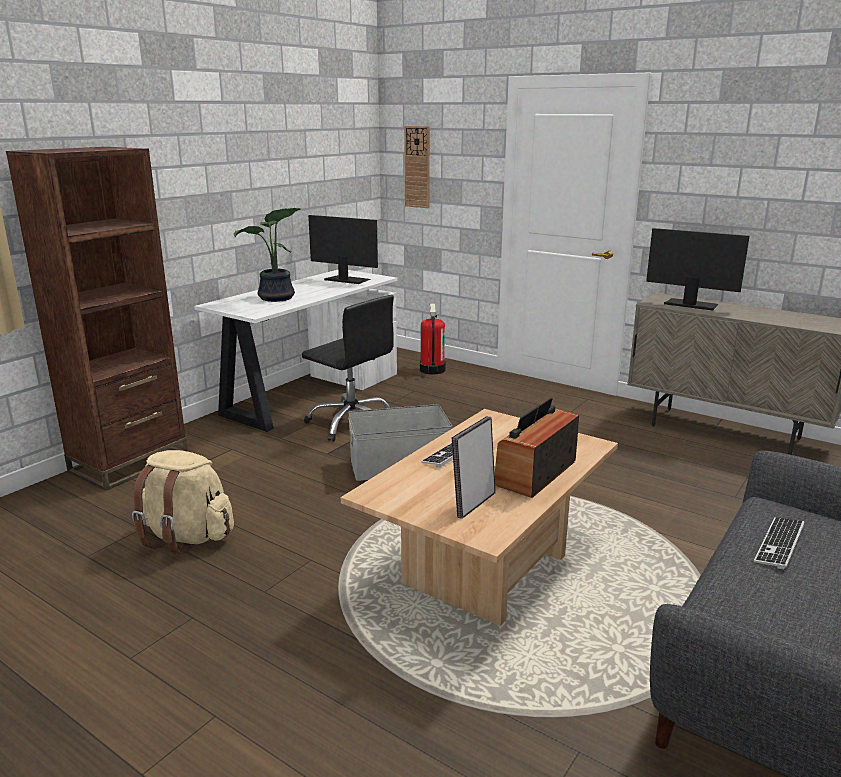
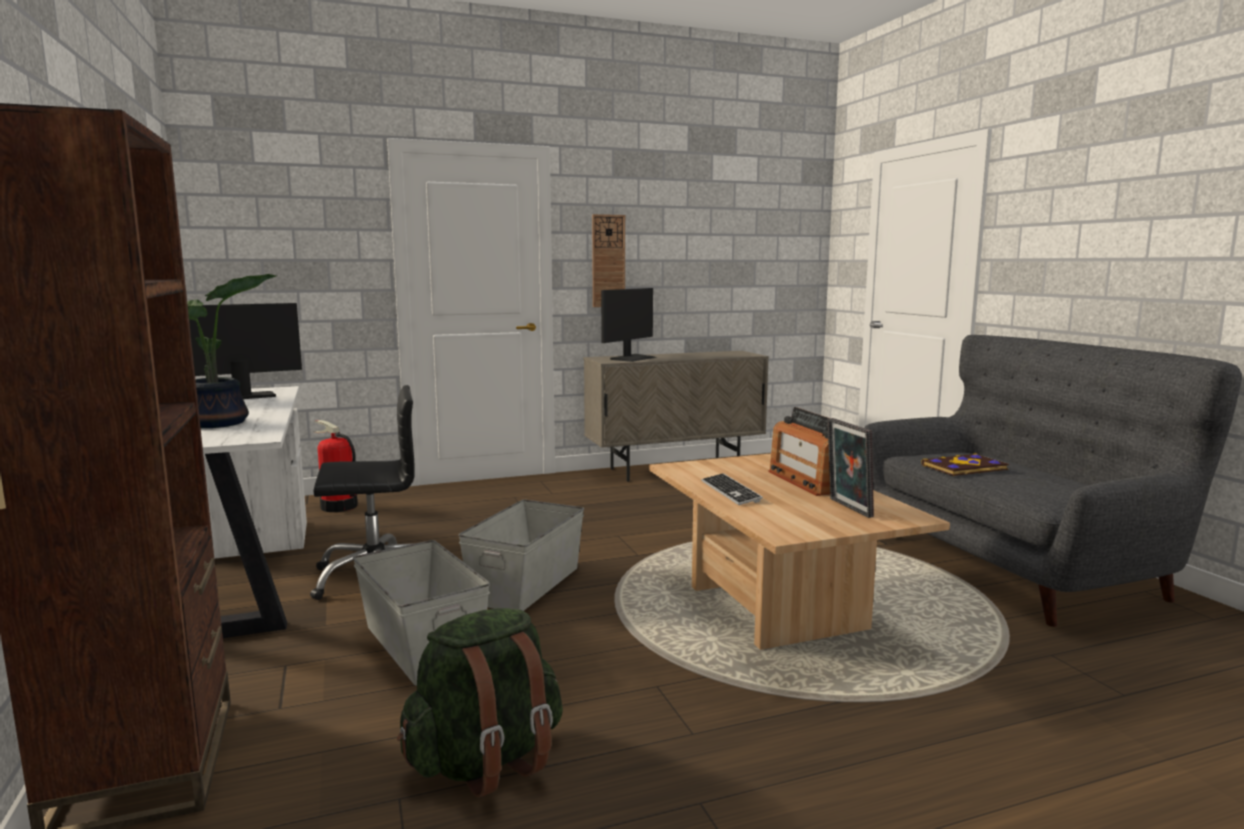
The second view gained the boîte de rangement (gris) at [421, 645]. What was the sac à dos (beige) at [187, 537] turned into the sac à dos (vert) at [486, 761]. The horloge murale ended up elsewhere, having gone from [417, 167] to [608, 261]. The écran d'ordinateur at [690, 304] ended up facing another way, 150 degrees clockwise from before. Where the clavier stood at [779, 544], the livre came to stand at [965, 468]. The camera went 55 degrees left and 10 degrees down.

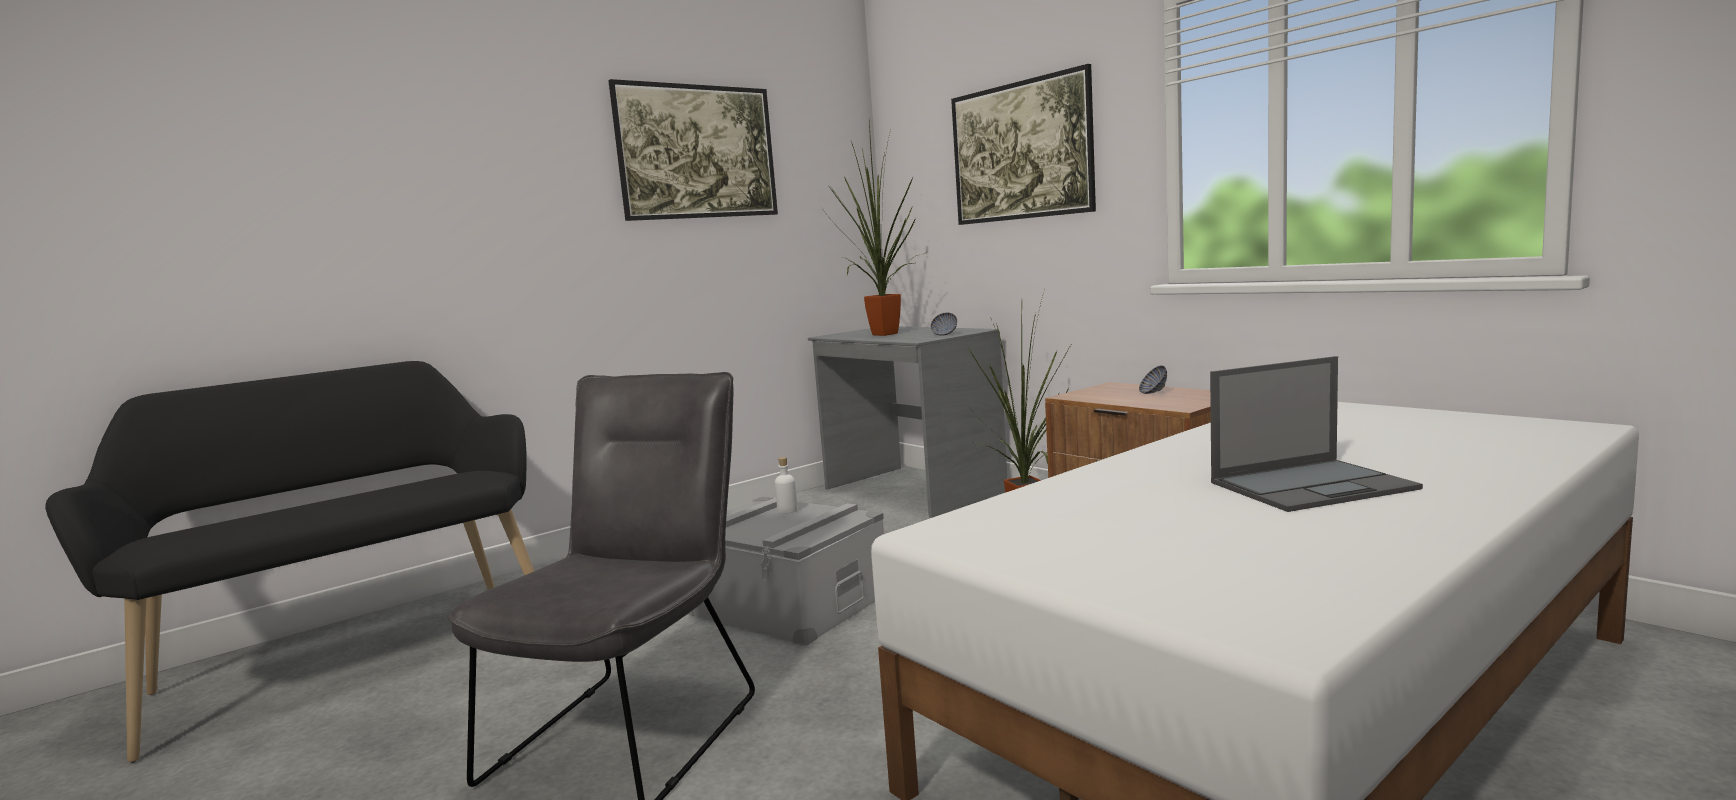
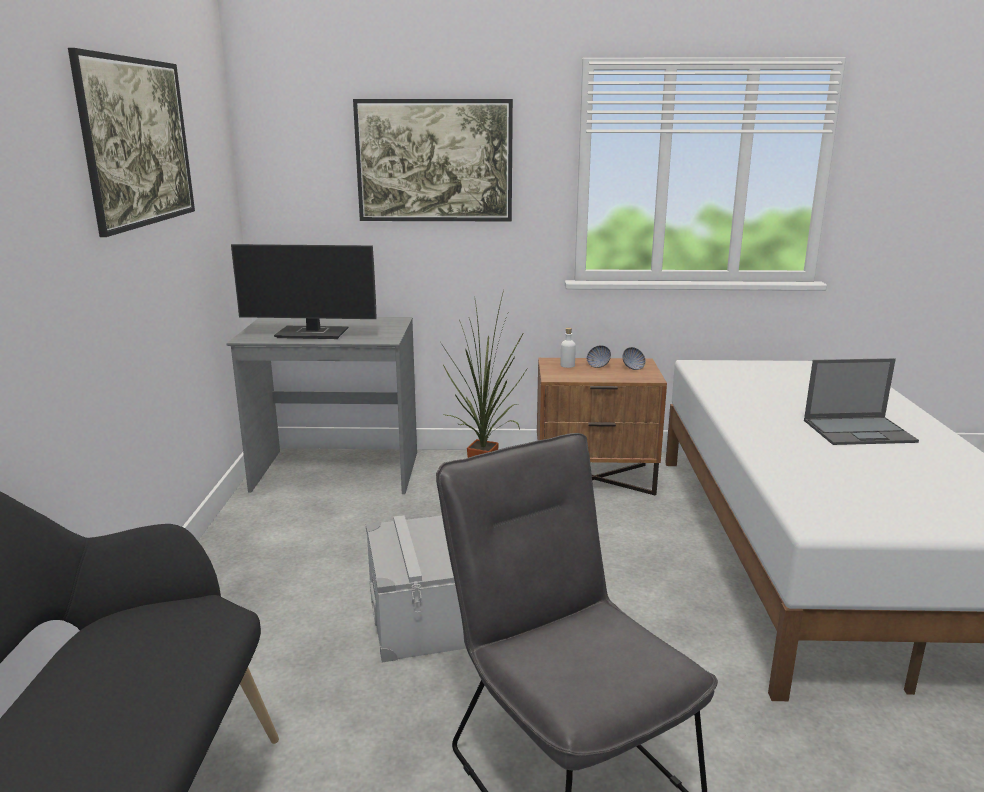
Where the plante en pot stood at [880, 335], the écran d'ordinateur came to stand at [313, 333]. The bouteille (blanc) ended up elsewhere, having gone from [787, 510] to [567, 365]. The bol ended up elsewhere, having gone from [944, 334] to [633, 368]. The ordinateur portable at [1313, 485] ended up facing another way, 60 degrees clockwise from before. The camera went 50 degrees left and 10 degrees up.

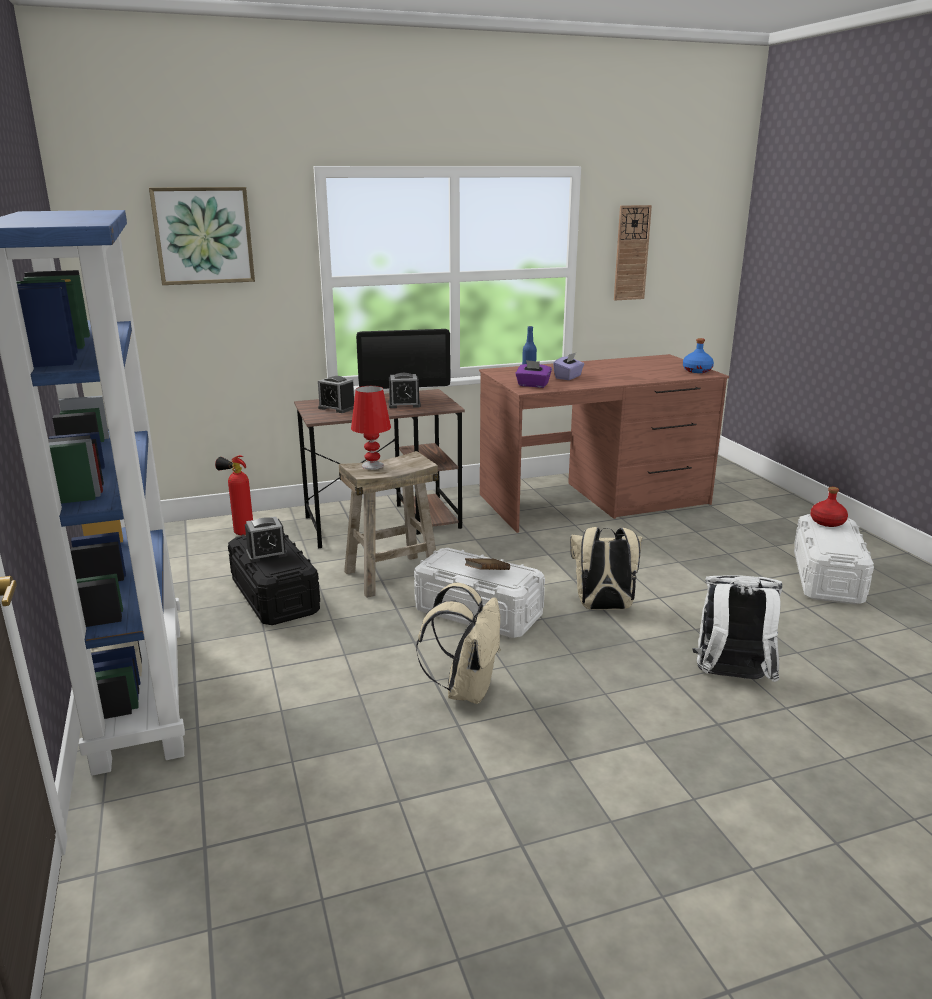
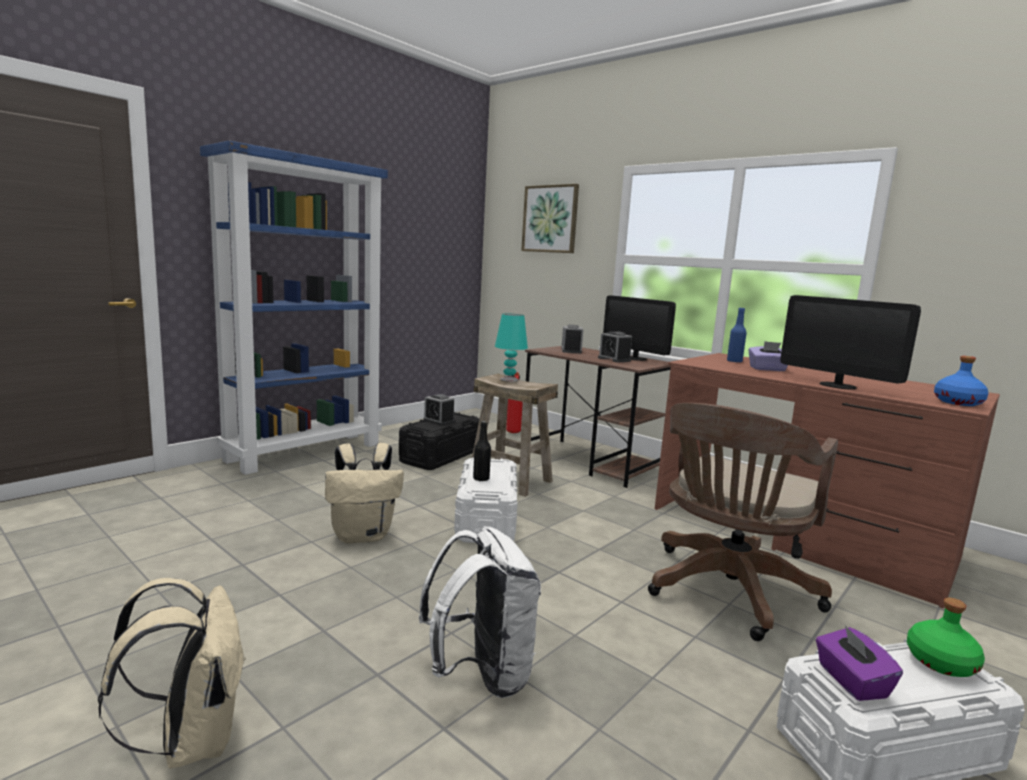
The sac à dos (beige) ended up elsewhere, having gone from [603, 607] to [192, 739]. Where the livre (marron) stood at [487, 574], the bouteille (noir) came to stand at [481, 479]. What was the lampe de table (rouge) at [372, 465] turned into the lampe de table (turquoise) at [509, 379]. The second view gained the chaise de bureau (marron) at [727, 593]. The second view gained the écran d'ordinateur at [837, 386]. The boîte à mouchoirs (violet) ended up elsewhere, having gone from [533, 385] to [851, 681]. What was the bouteille (rouge) at [827, 522] turned into the bouteille (vert) at [940, 662]. The second view lost the horloge murale at [631, 253]. The camera went 60 degrees right and 10 degrees down.

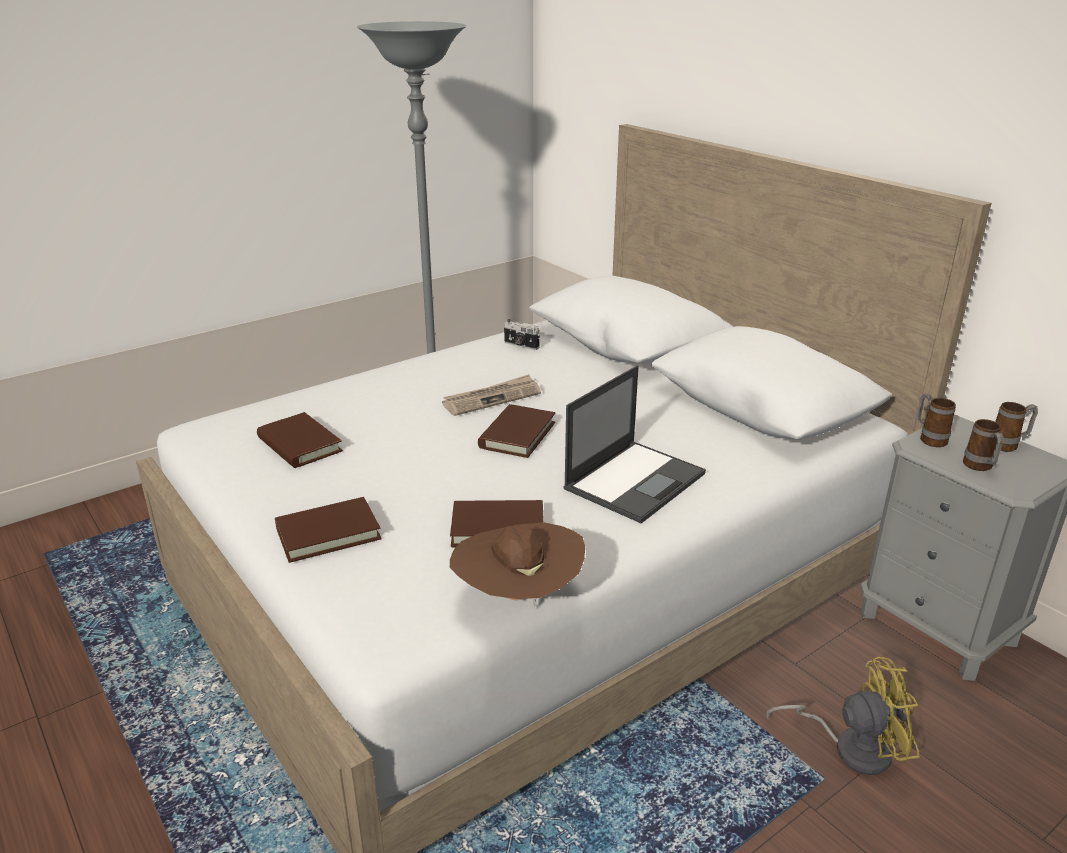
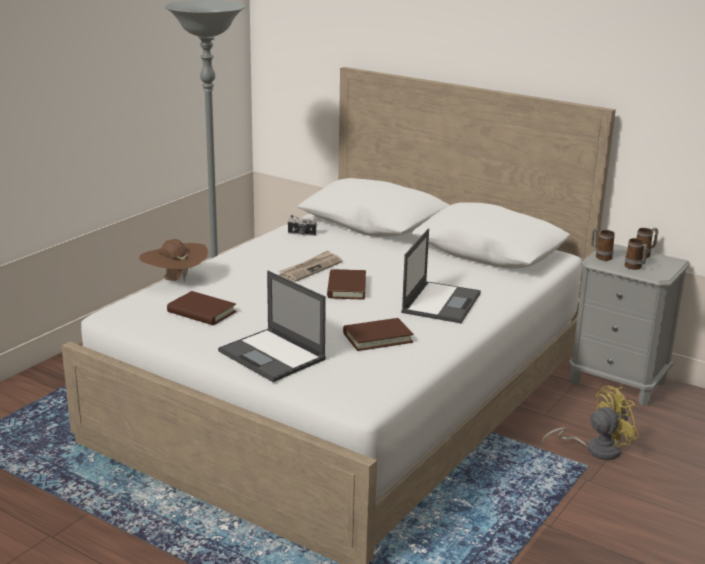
The chapeau (marron) ended up elsewhere, having gone from [518, 598] to [175, 280]. Where the livre (marron) stood at [328, 533], the ordinateur portable came to stand at [273, 355]. The camera went 20 degrees left and 5 degrees down.

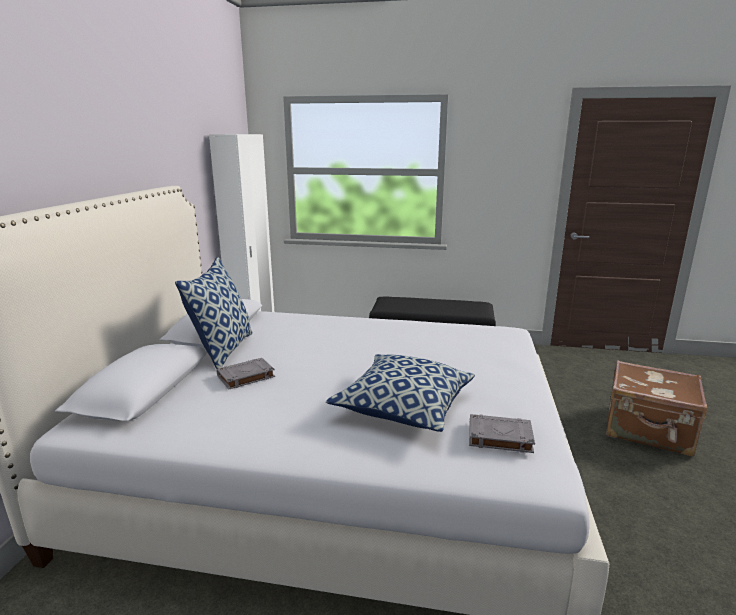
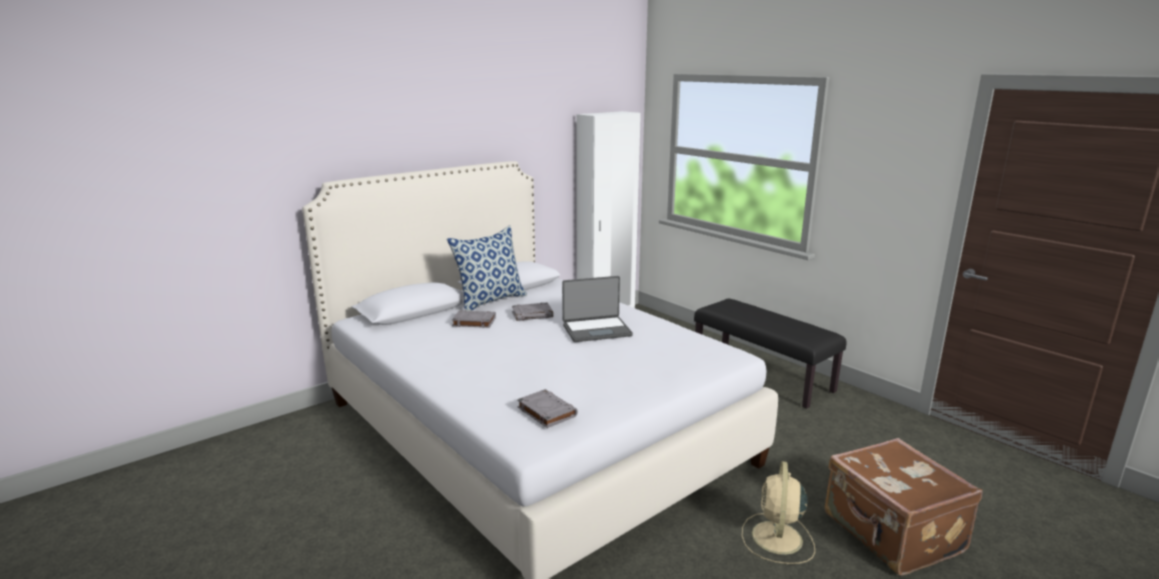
The second view gained the livre (gris) at [532, 314]. The second view gained the ordinateur portable at [596, 330]. The second view gained the ventilateur (beige) at [777, 539]. The second view lost the coussin at [403, 406]. The camera went 40 degrees right and 0 degrees up.

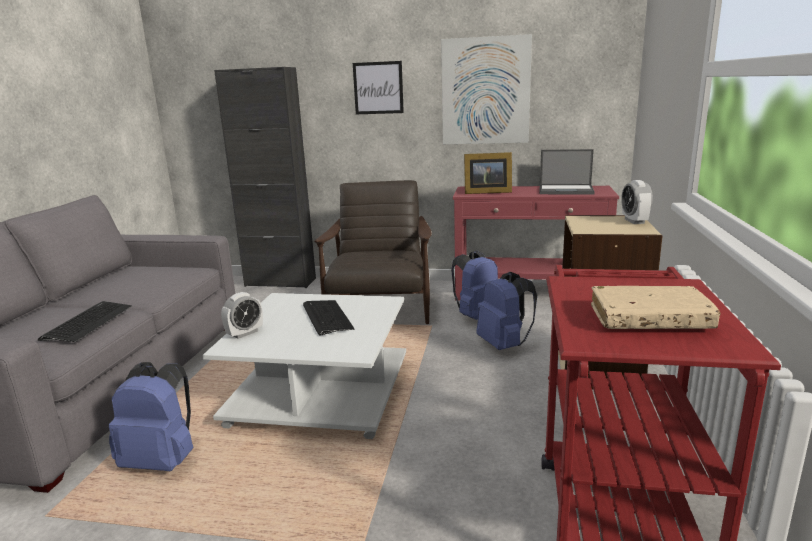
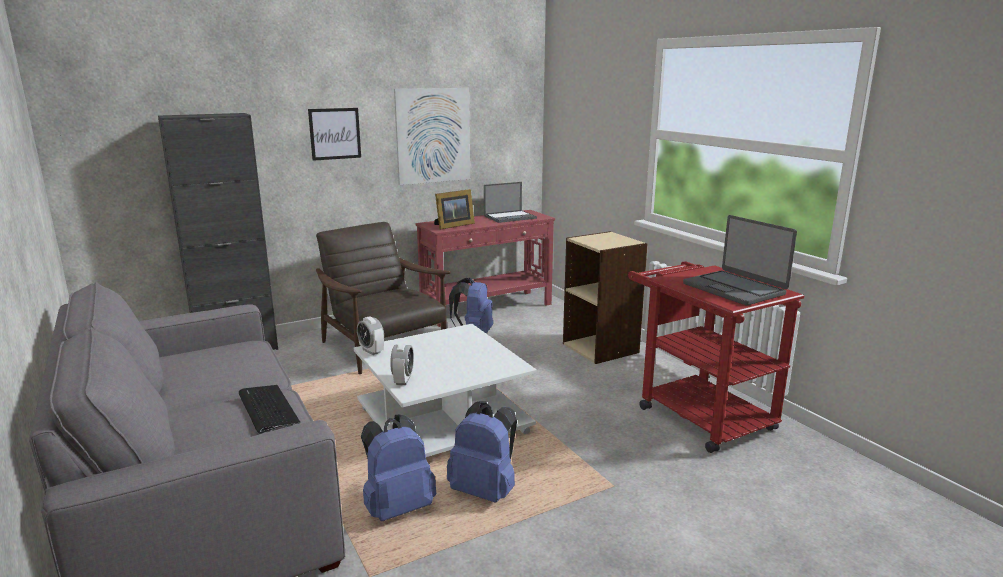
The réveil ended up elsewhere, having gone from [634, 221] to [371, 351]. The sac à dos (bleu) ended up elsewhere, having gone from [504, 345] to [485, 490]. Where the livre (beige) stood at [649, 319], the ordinateur portable came to stand at [734, 289]. The second view lost the clavier at [326, 317]. The camera went 40 degrees left and 0 degrees up.

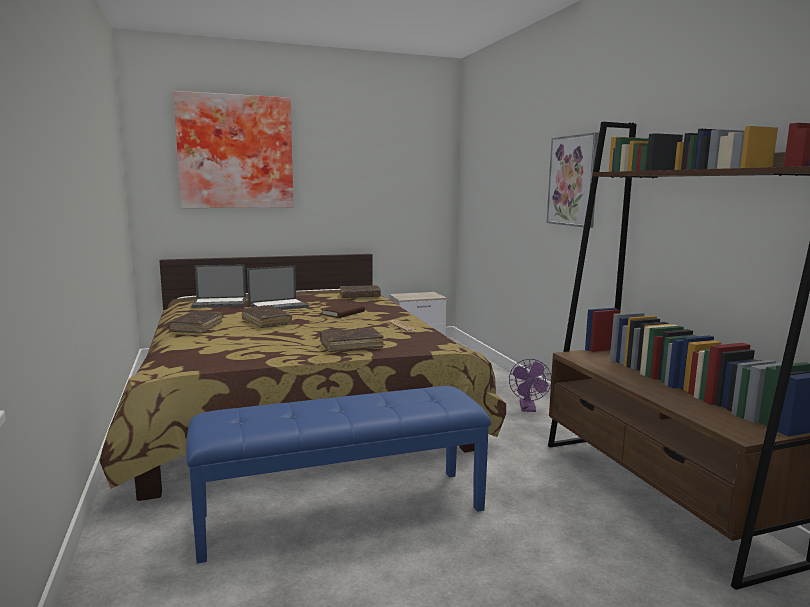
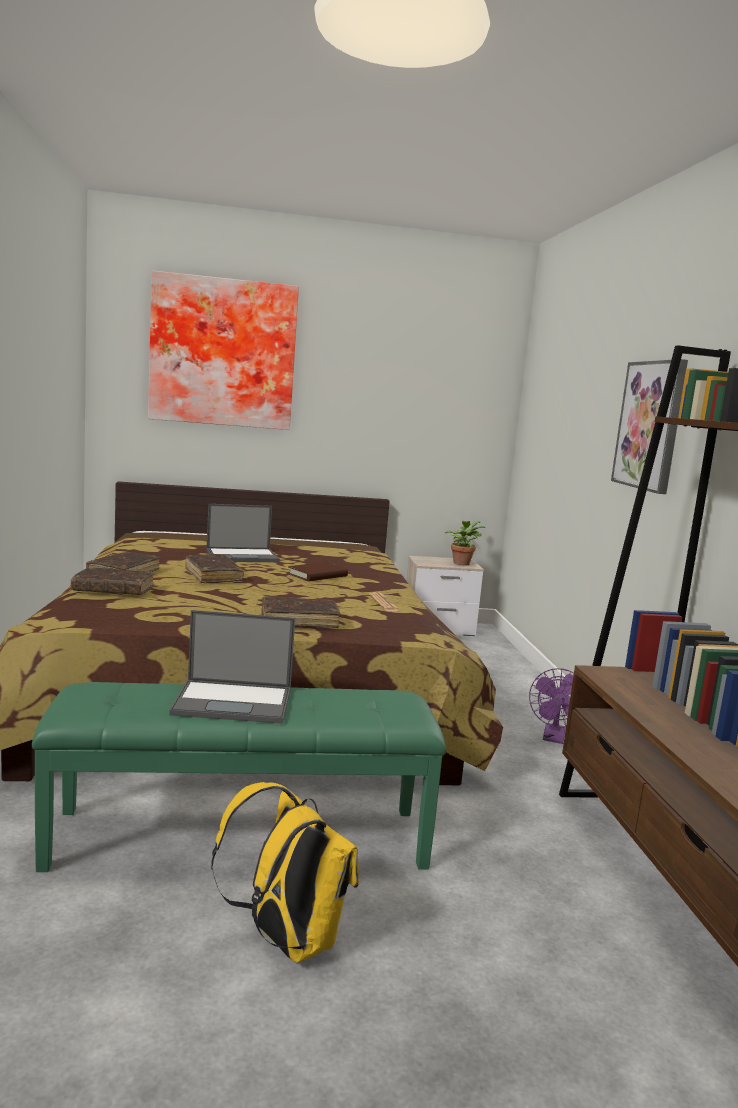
What was the banc (bleu) at [342, 511] turned into the banc (vert) at [242, 837]. The livre (marron) ended up elsewhere, having gone from [360, 296] to [113, 590]. The ordinateur portable ended up elsewhere, having gone from [220, 303] to [235, 702]. The second view gained the sac à dos (jaune) at [286, 940]. The second view gained the plante en pot at [461, 563]. The camera went 10 degrees right and 0 degrees up.

